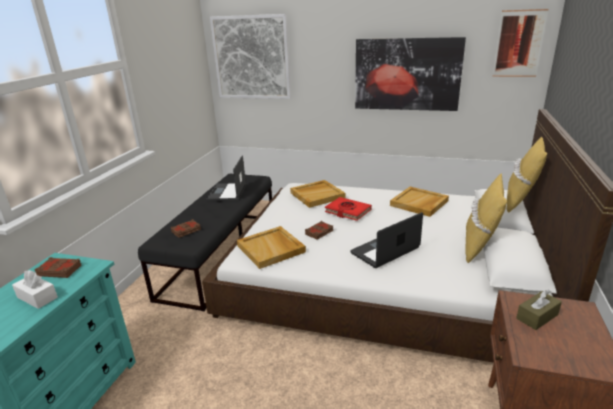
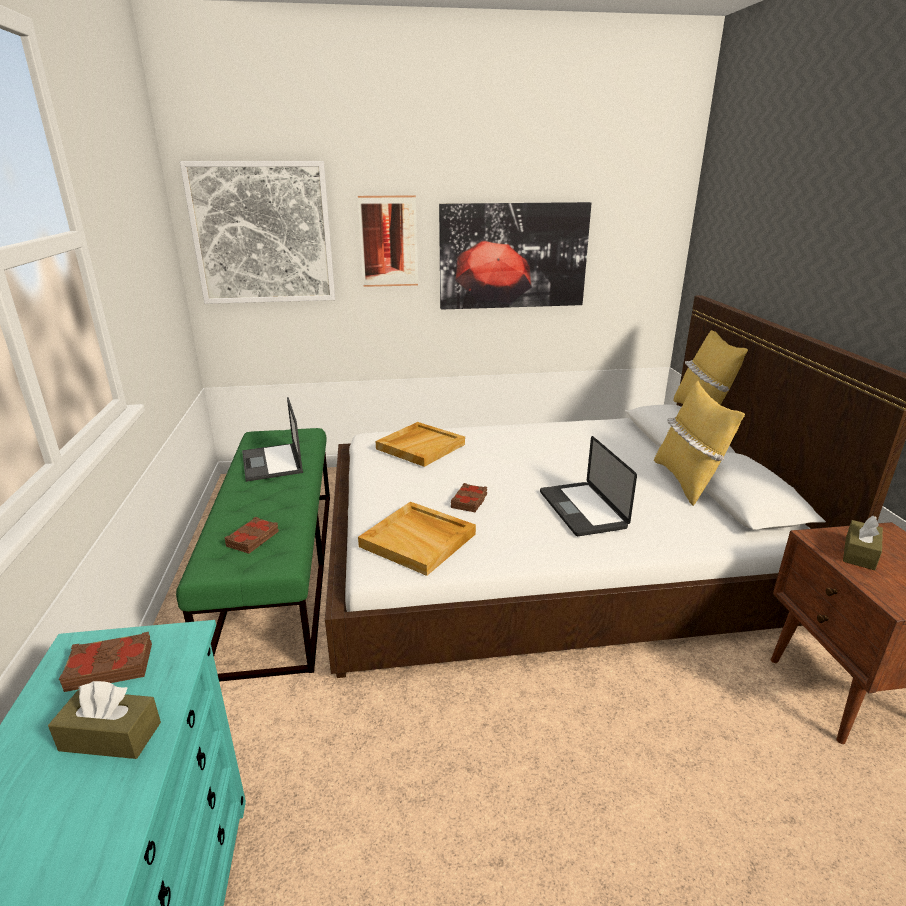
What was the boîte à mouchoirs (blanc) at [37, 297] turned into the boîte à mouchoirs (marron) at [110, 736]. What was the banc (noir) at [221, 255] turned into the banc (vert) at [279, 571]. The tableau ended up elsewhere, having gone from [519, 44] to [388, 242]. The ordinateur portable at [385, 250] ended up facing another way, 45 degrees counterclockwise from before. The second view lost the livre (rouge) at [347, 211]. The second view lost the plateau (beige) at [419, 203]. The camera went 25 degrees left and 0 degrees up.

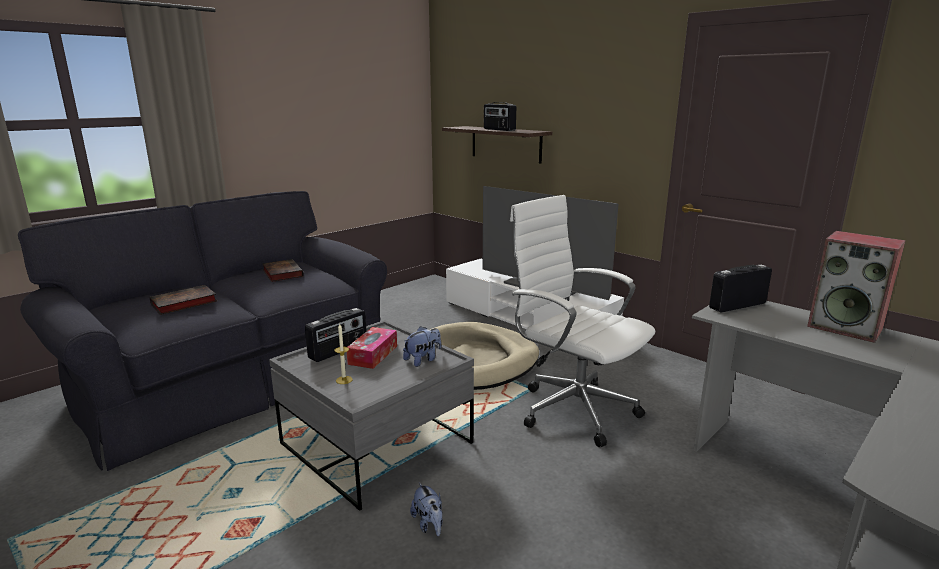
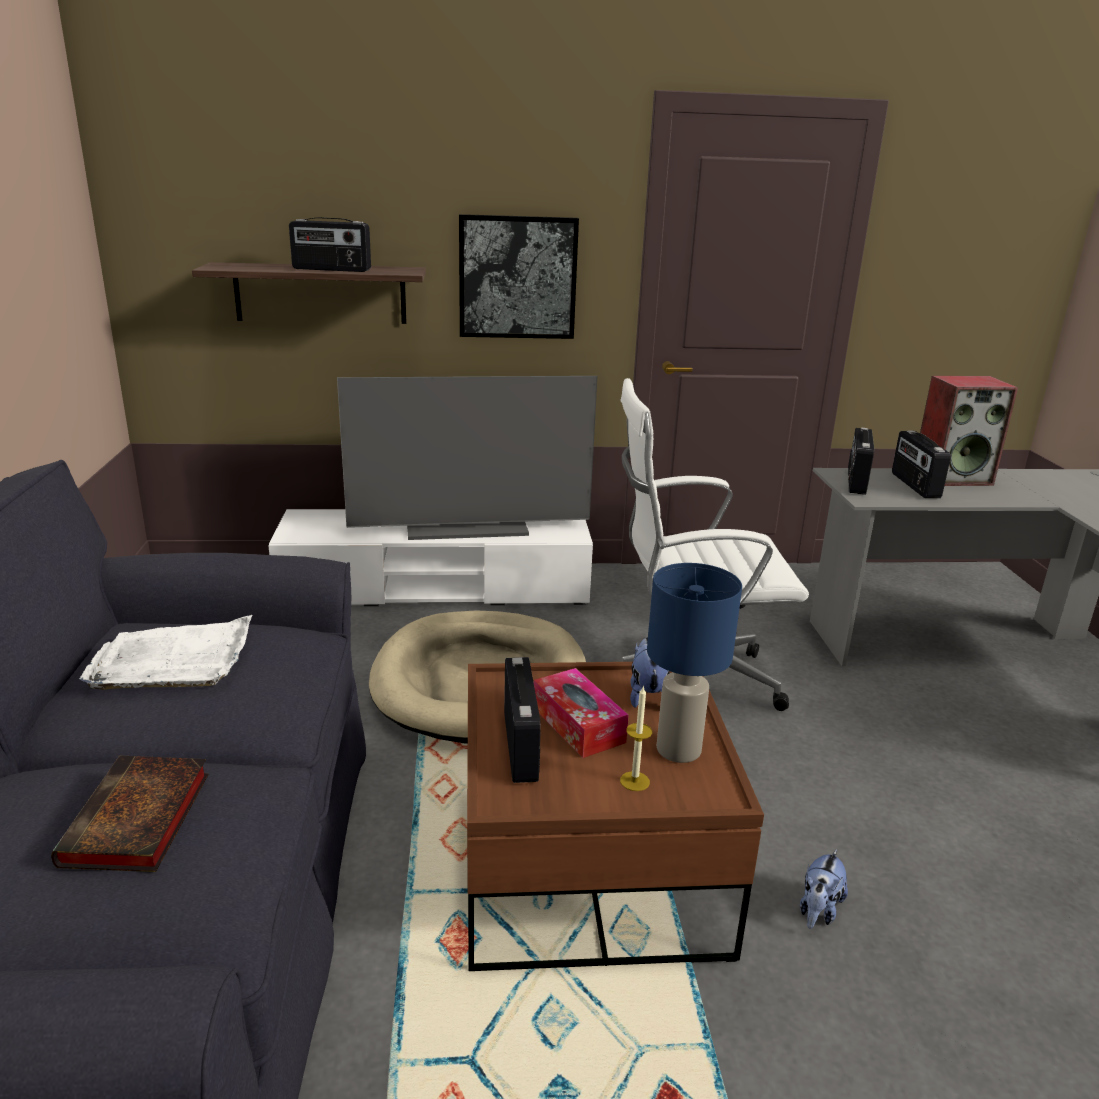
Where the livre stood at [282, 273], the plateau (blanc) came to stand at [174, 660]. The second view gained the tableau at [517, 277]. What was the table basse (gris) at [376, 443] turned into the table basse (marron) at [588, 867]. The second view gained the lampe de table (bleu) at [677, 750]. The peluche at [429, 524] ended up facing another way, 105 degrees clockwise from before. The second view gained the radio at [914, 485]. The camera went 50 degrees left and 5 degrees up.

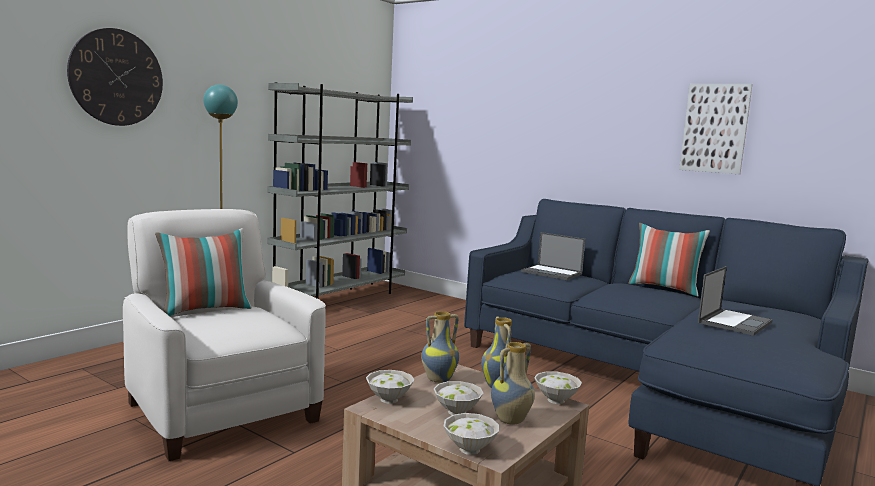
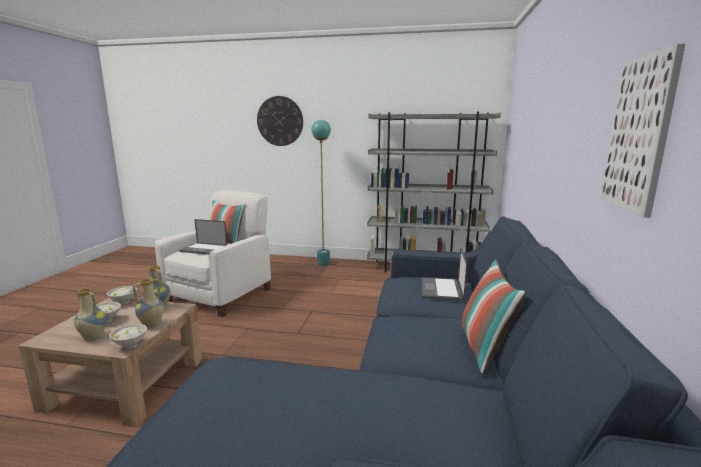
The ordinateur portable ended up elsewhere, having gone from [735, 322] to [204, 249]. The second view lost the bol (blanc) at [471, 449]. The camera went 65 degrees right and 5 degrees up.

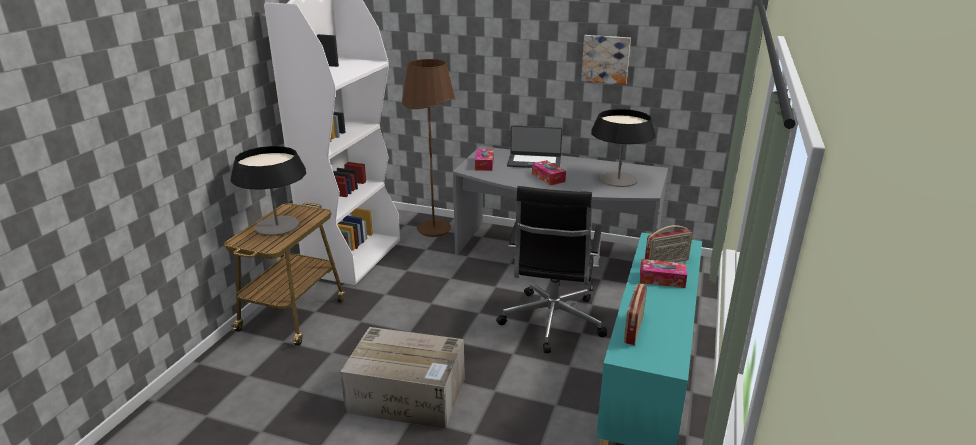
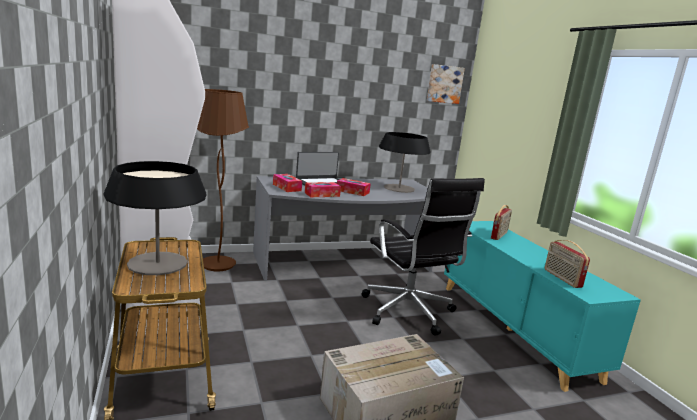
The boîte à mouchoirs ended up elsewhere, having gone from [662, 279] to [322, 194]. The tableau ended up elsewhere, having gone from [605, 59] to [444, 84]. The camera went 40 degrees left and 10 degrees down.

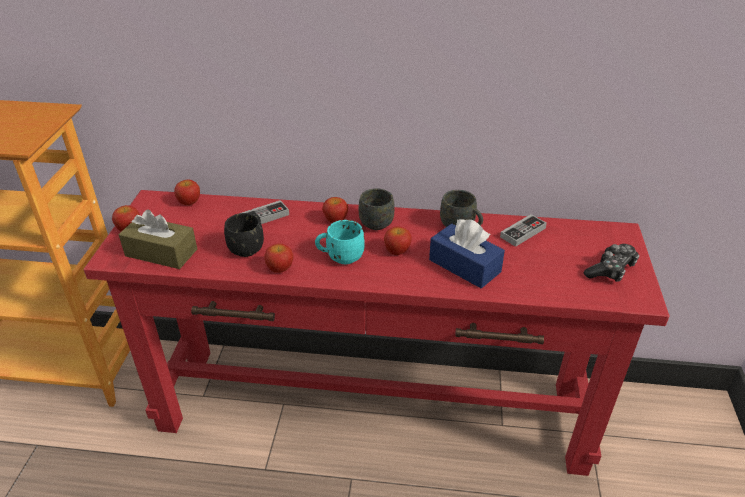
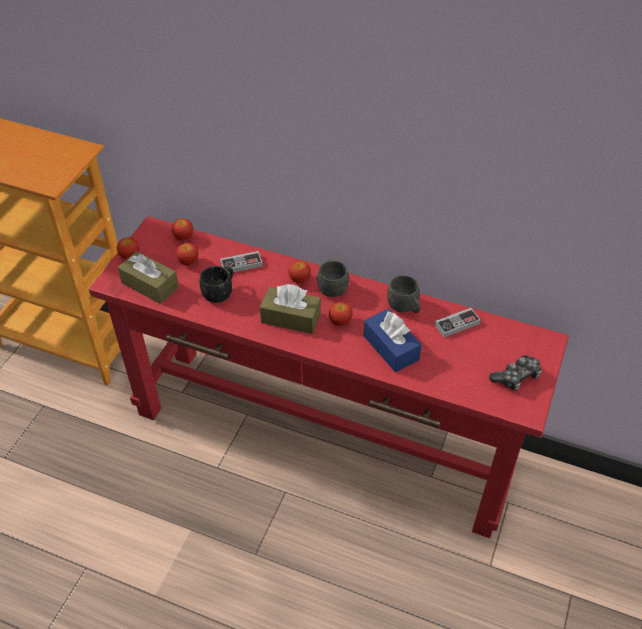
The pomme ended up elsewhere, having gone from [280, 268] to [188, 262]. Where the mug (turquoise) stood at [340, 257], the boîte à mouchoirs (marron) came to stand at [290, 318]. The camera went 15 degrees right and 10 degrees up.

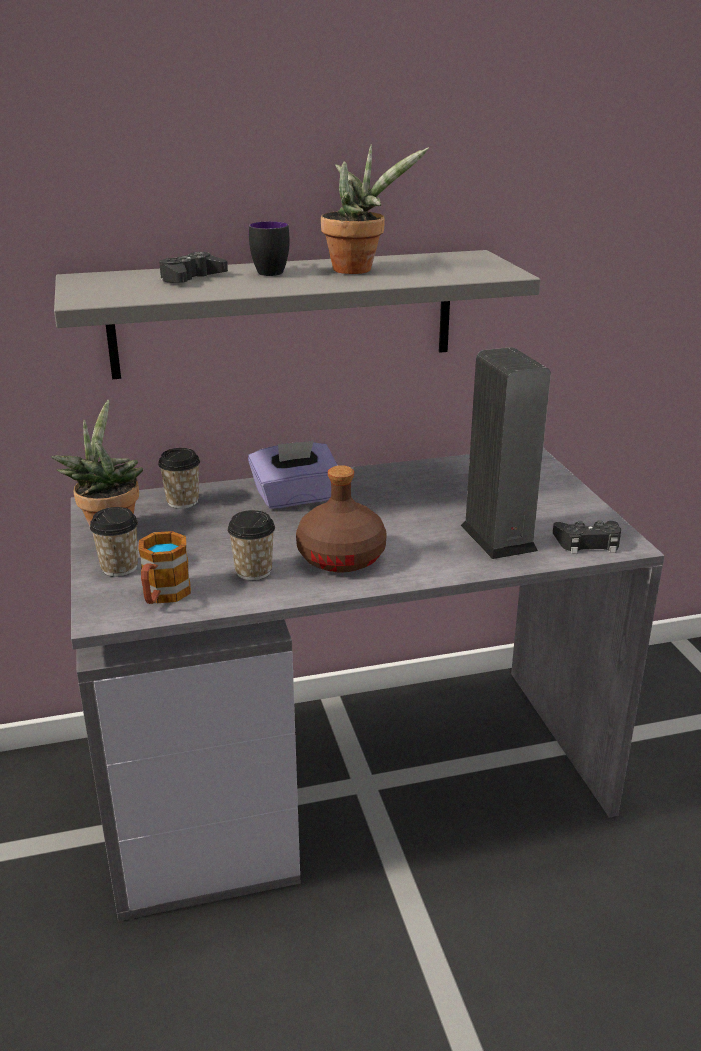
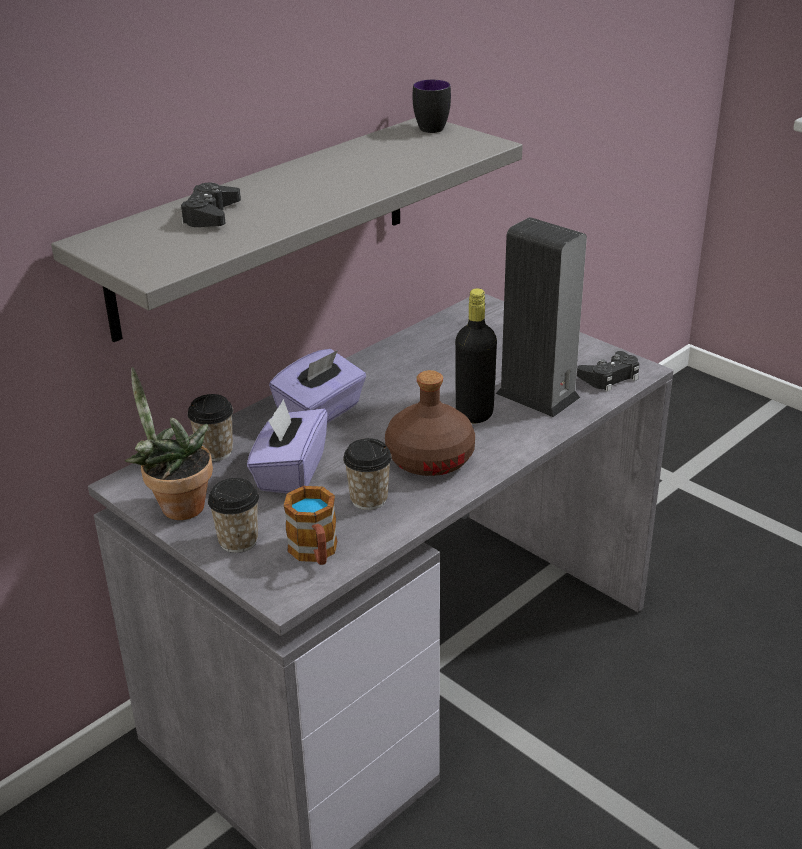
The second view gained the boîte à mouchoirs (violet) at [290, 472]. The mug ended up elsewhere, having gone from [271, 271] to [428, 127]. The second view gained the bouteille (noir) at [474, 414]. The second view lost the plante en pot at [358, 269]. The camera went 30 degrees left and 5 degrees up.

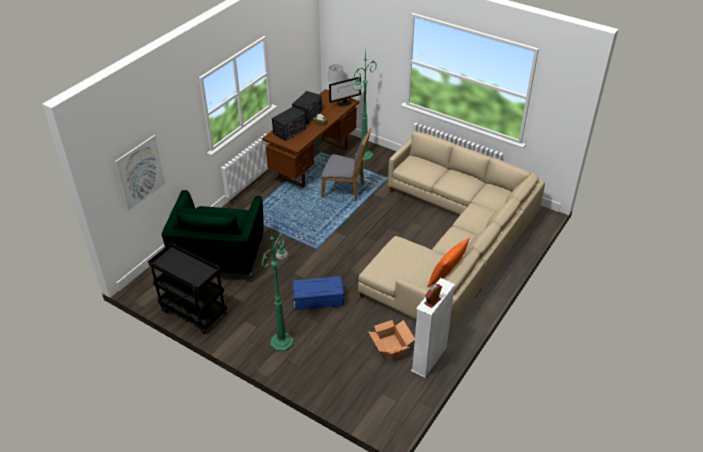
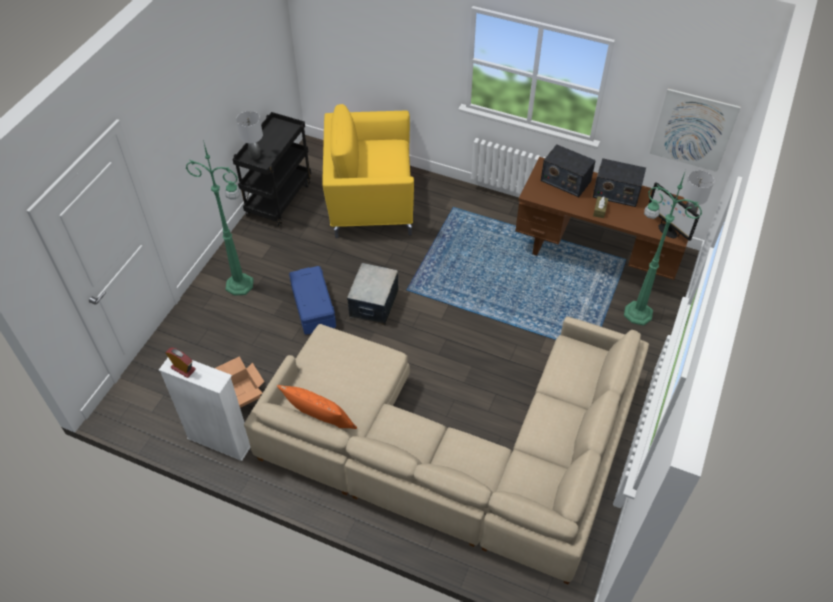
The second view gained the lampe de table (gris) at [254, 156]. What was the fauteuil (vert) at [219, 258] turned into the fauteuil (jaune) at [370, 201]. The second view gained the boîte de rangement at [373, 304]. The tableau ended up elsewhere, having gone from [140, 172] to [693, 130]. The second view lost the chaise (gris) at [345, 190]. The camera went 80 degrees right and 10 degrees up.

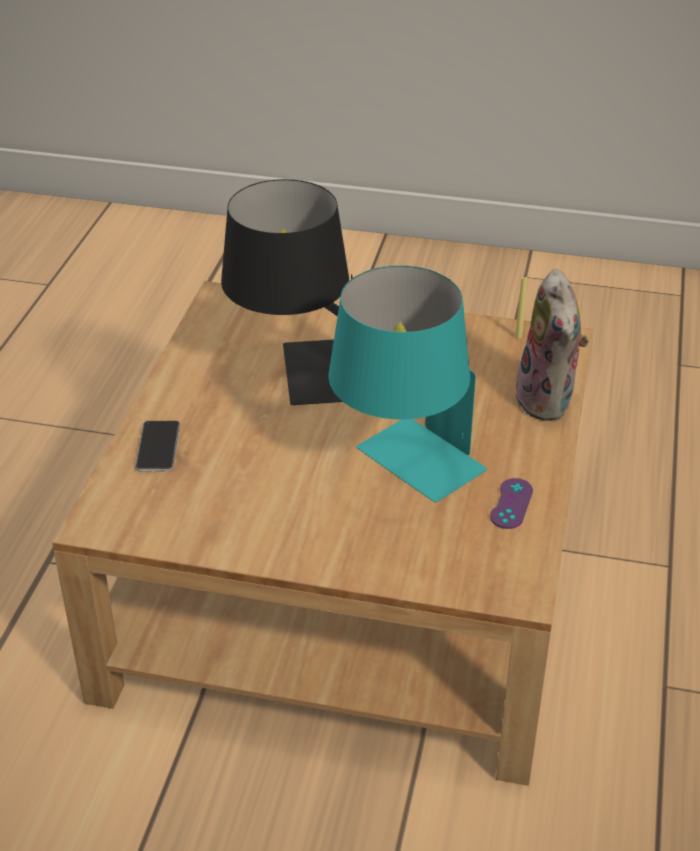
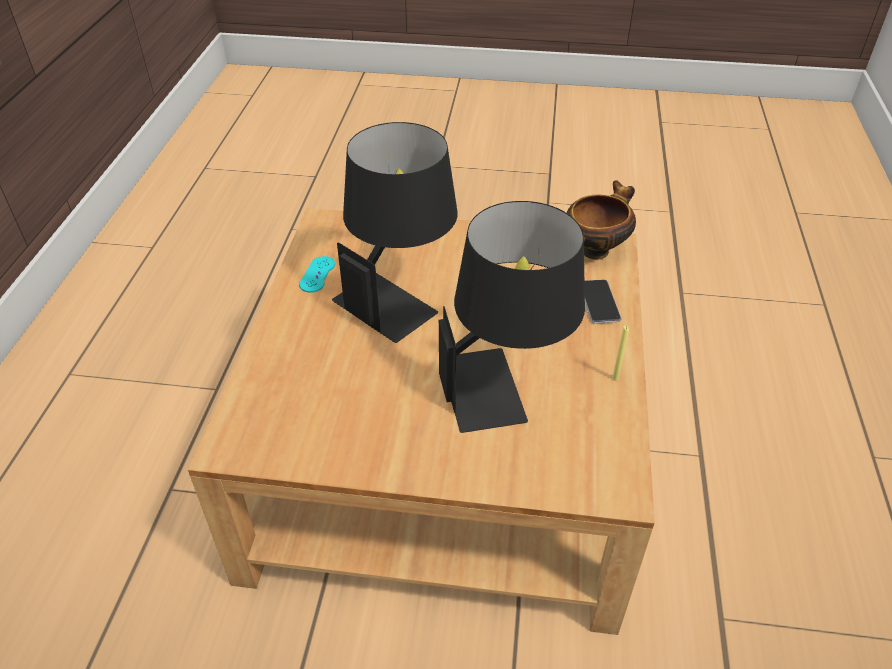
What was the manette (violet) at [511, 504] turned into the manette (turquoise) at [317, 274]. What was the lampe de table (turquoise) at [403, 469] turned into the lampe de table (noir) at [398, 295]. The second view gained the bol at [595, 249]. The bougie (jaune) ended up elsewhere, having gone from [518, 336] to [615, 378]. The second view lost the peluche at [549, 401]. The camera went 175 degrees right and 5 degrees up.

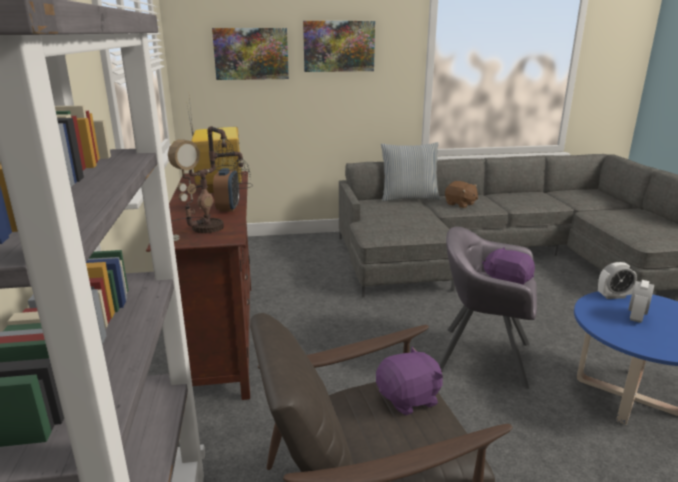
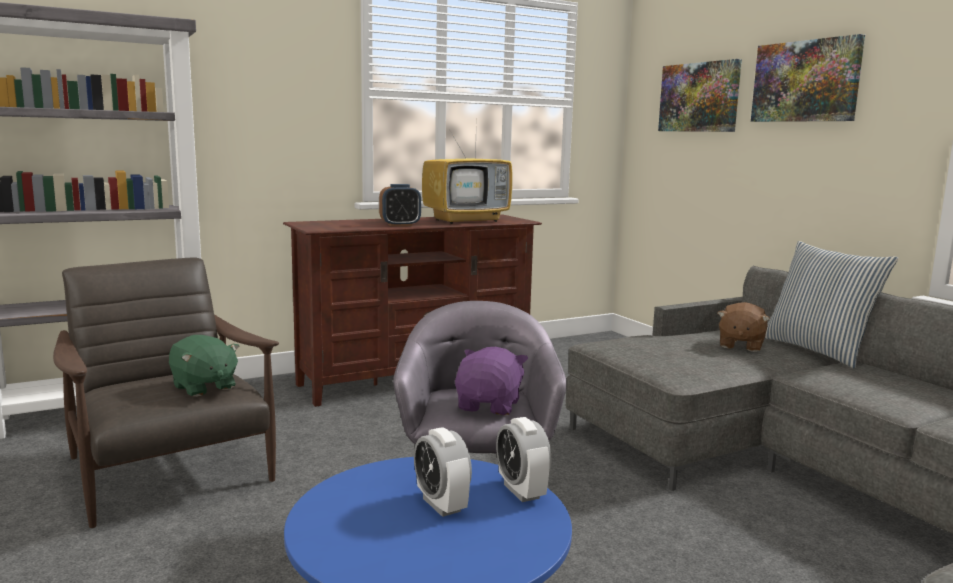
What was the peluche (violet) at [409, 399] turned into the peluche (vert) at [203, 387]. The réveil at [636, 317] ended up facing another way, 45 degrees clockwise from before. The peluche (marron) ended up elsewhere, having gone from [460, 204] to [740, 345]. The second view lost the lampe de table at [210, 228]. The camera went 70 degrees right and 10 degrees down.

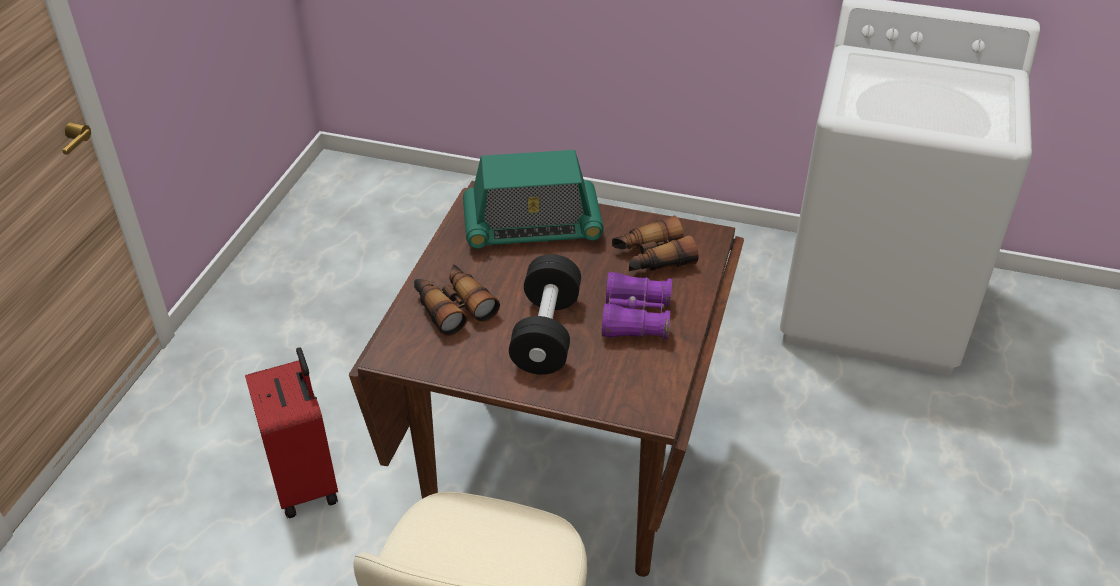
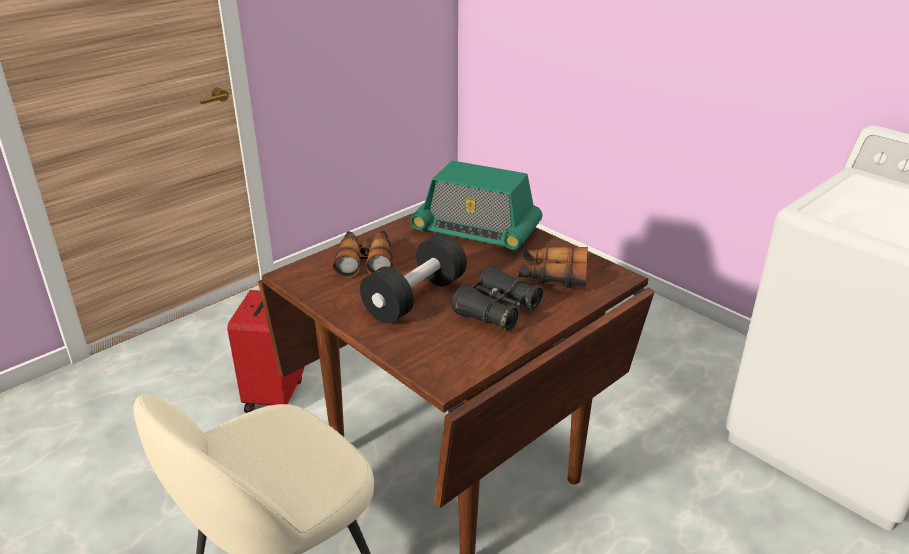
What was the jumelles (violet) at [635, 318] turned into the jumelles (noir) at [497, 311]. The camera went 30 degrees right and 10 degrees down.

